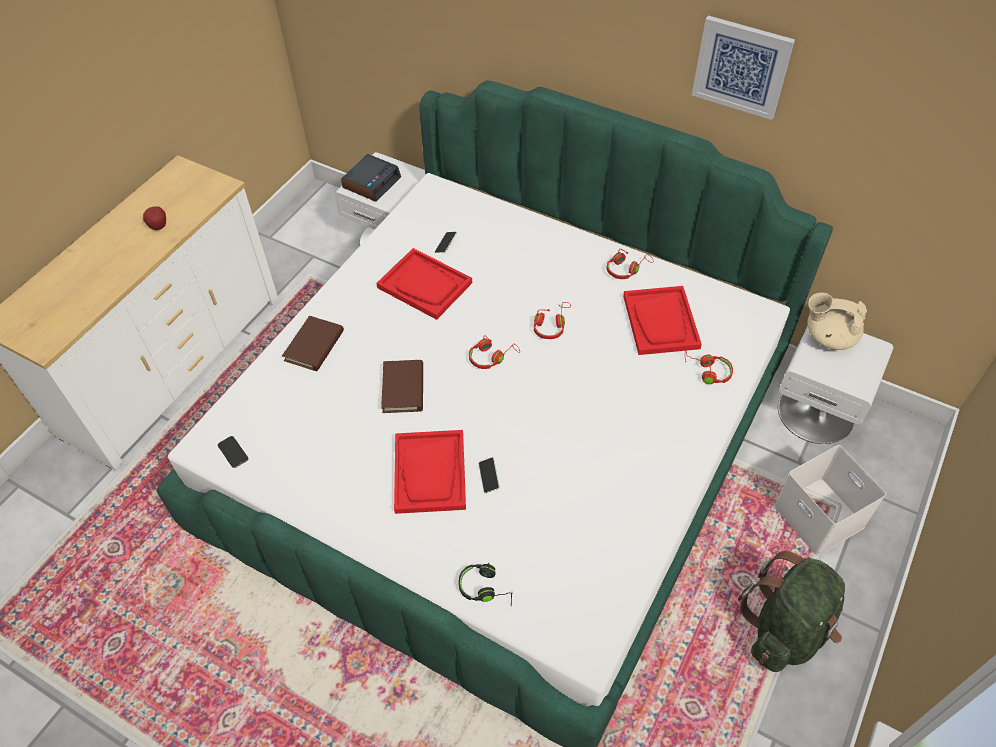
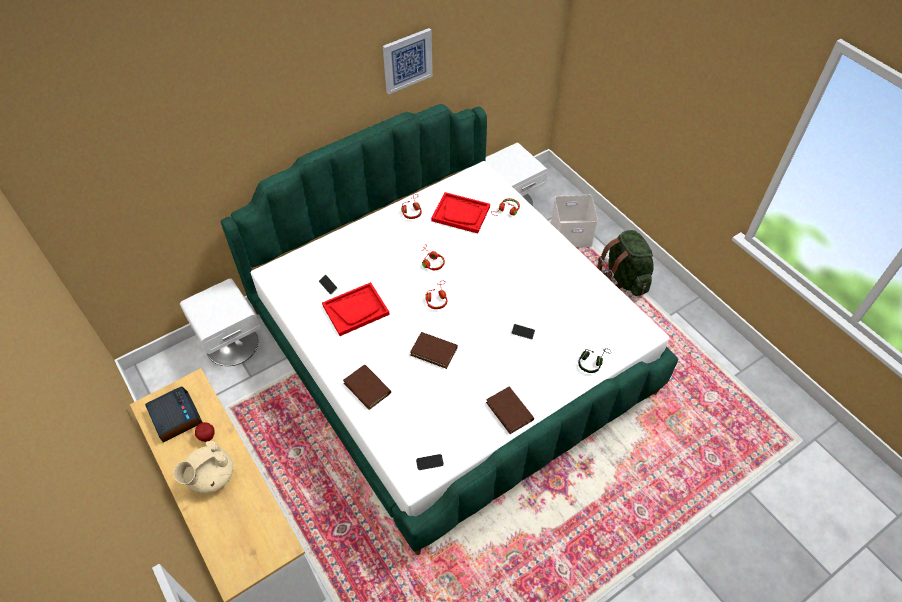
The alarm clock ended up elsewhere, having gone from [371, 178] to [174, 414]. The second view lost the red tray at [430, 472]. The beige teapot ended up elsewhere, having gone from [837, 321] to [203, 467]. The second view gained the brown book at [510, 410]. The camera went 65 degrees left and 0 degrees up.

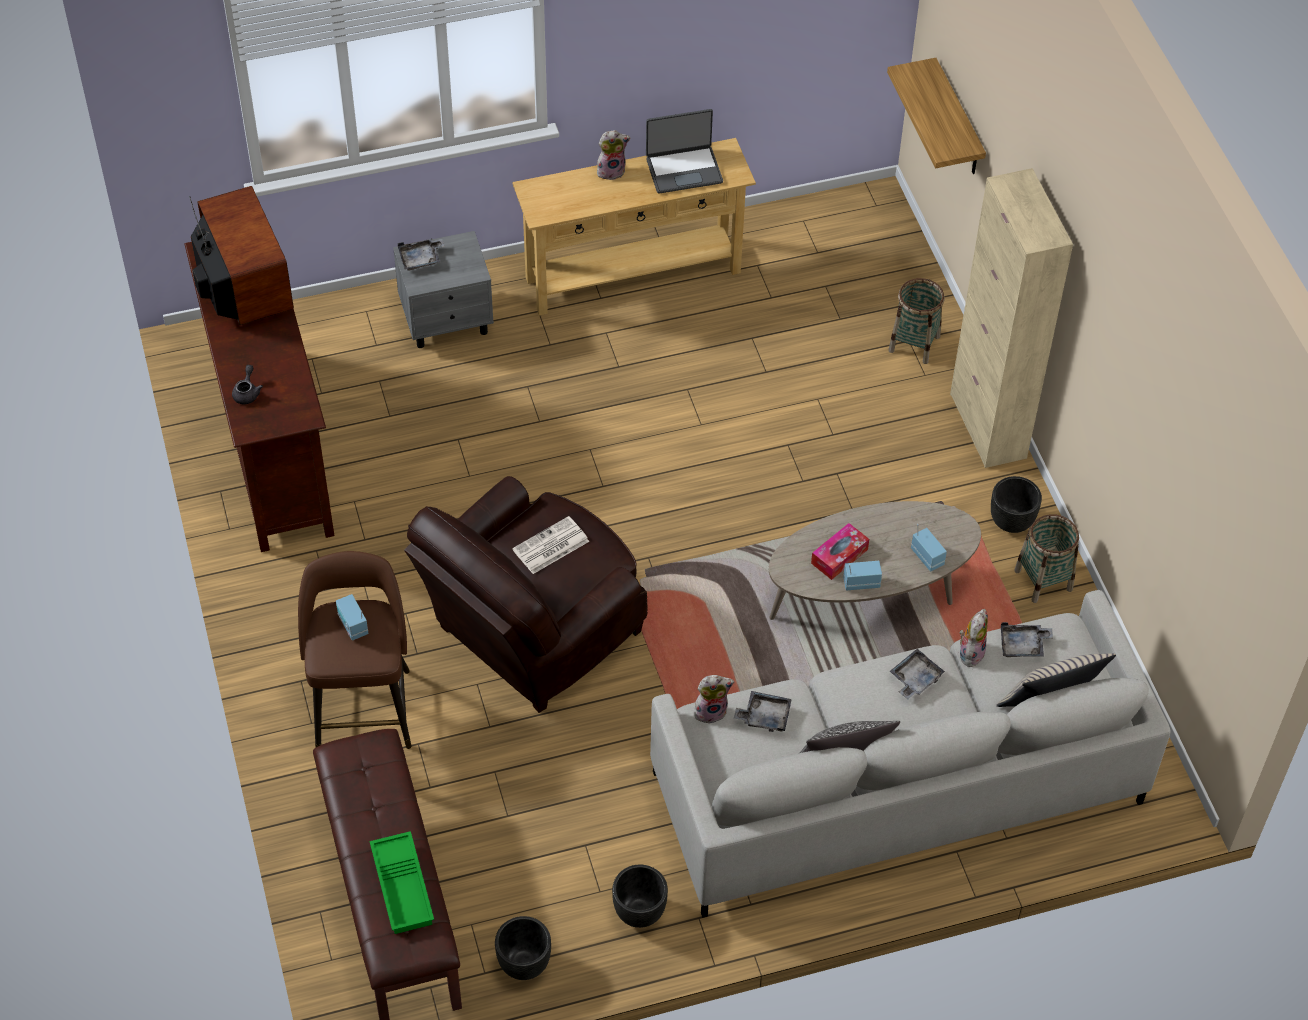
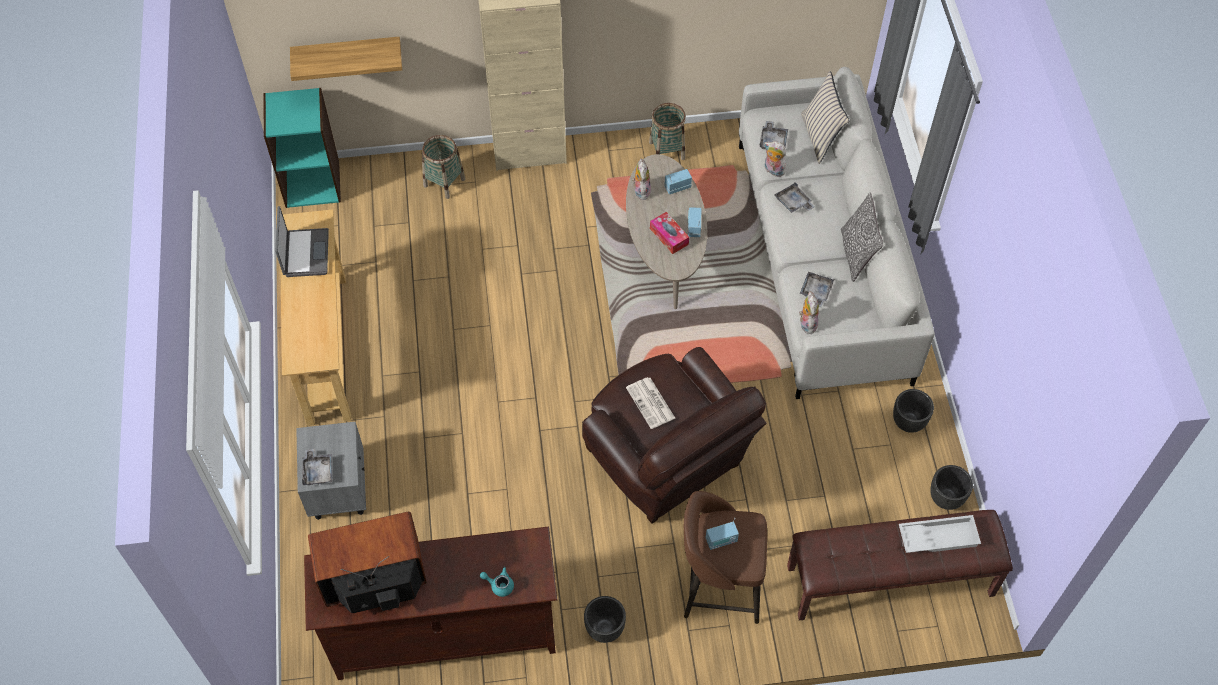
What was the grey teapot at [247, 384] turned into the turquoise teapot at [497, 582]. What was the green tray at [402, 882] turned into the white tray at [940, 534]. The plush toy ended up elsewhere, having gone from [613, 155] to [641, 179]. The black planter ended up elsewhere, having gone from [1016, 504] to [605, 619]. The second view gained the turquoise bookcase at [302, 148]. The camera went 80 degrees left and 5 degrees up.

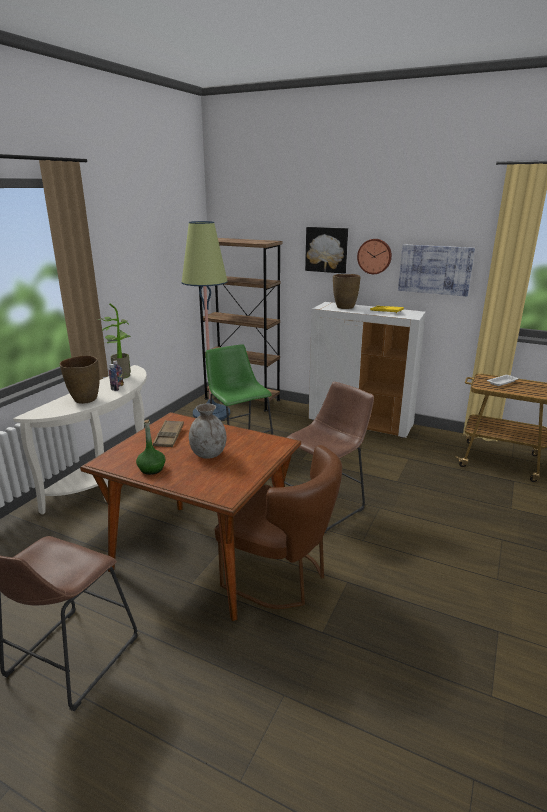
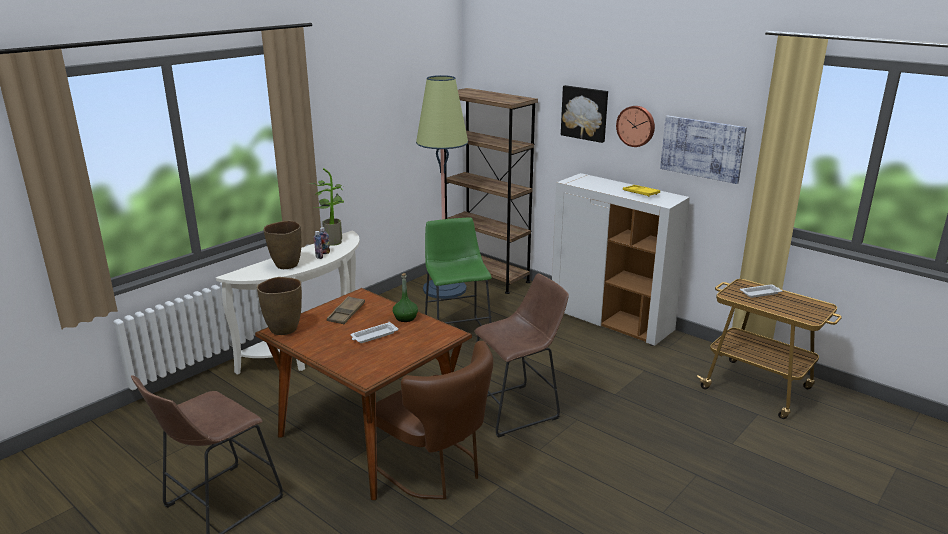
The green bottle ended up elsewhere, having gone from [151, 447] to [405, 297]. Where the grey vase stood at [208, 431], the white tray came to stand at [374, 332]. The brown vase ended up elsewhere, having gone from [347, 291] to [279, 306]. The camera went 15 degrees right and 0 degrees up.

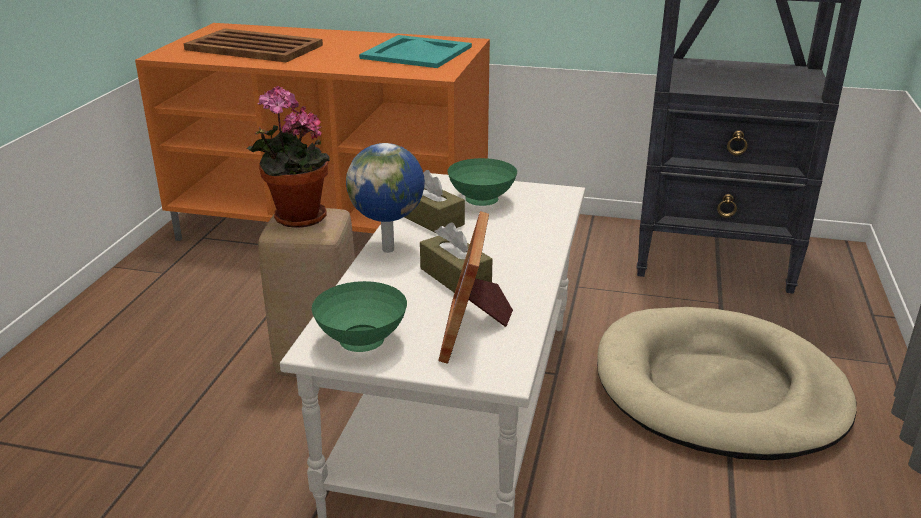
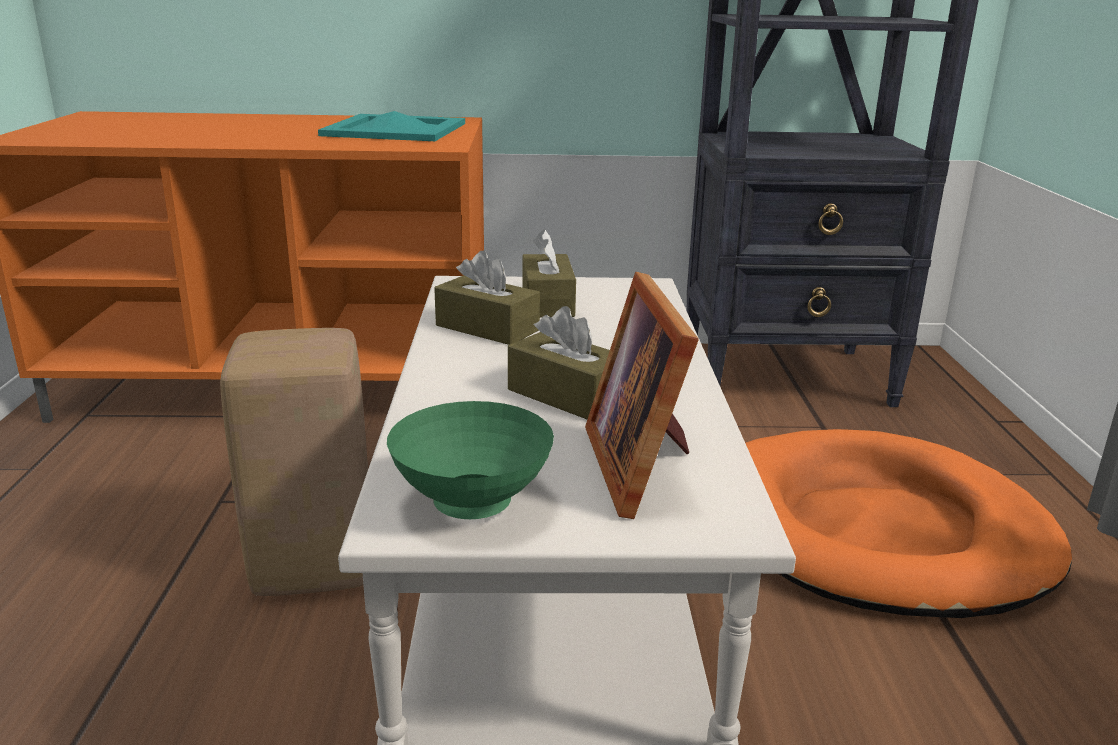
The second view lost the brown tray at [253, 45]. The second view lost the potted plant at [288, 157]. The second view lost the globe at [385, 198]. Where the green bowl stood at [482, 182], the brown tissue box came to stand at [549, 273]. What was the beige dog bed at [726, 383] turned into the orange dog bed at [908, 523]. The camera went 15 degrees left and 5 degrees down.

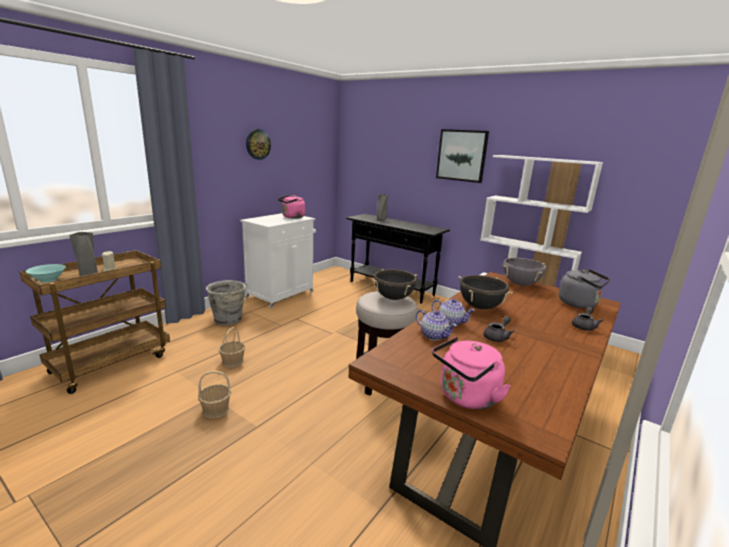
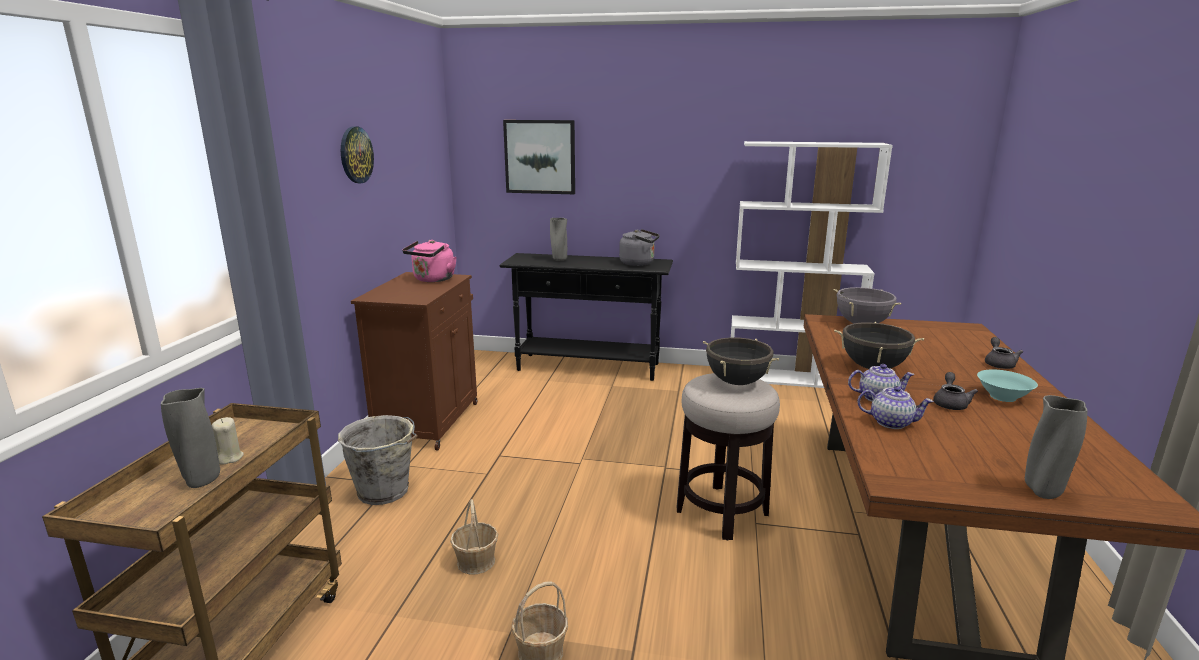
The turquoise bowl ended up elsewhere, having gone from [46, 273] to [1007, 385]. What was the white cabinet at [278, 261] turned into the brown cabinet at [414, 361]. Where the pink kettle stood at [471, 373], the grey vase came to stand at [1056, 447]. The picture ended up elsewhere, having gone from [462, 156] to [539, 157]. The grey kettle ended up elsewhere, having gone from [584, 289] to [639, 247]. The camera went 25 degrees left and 0 degrees up.

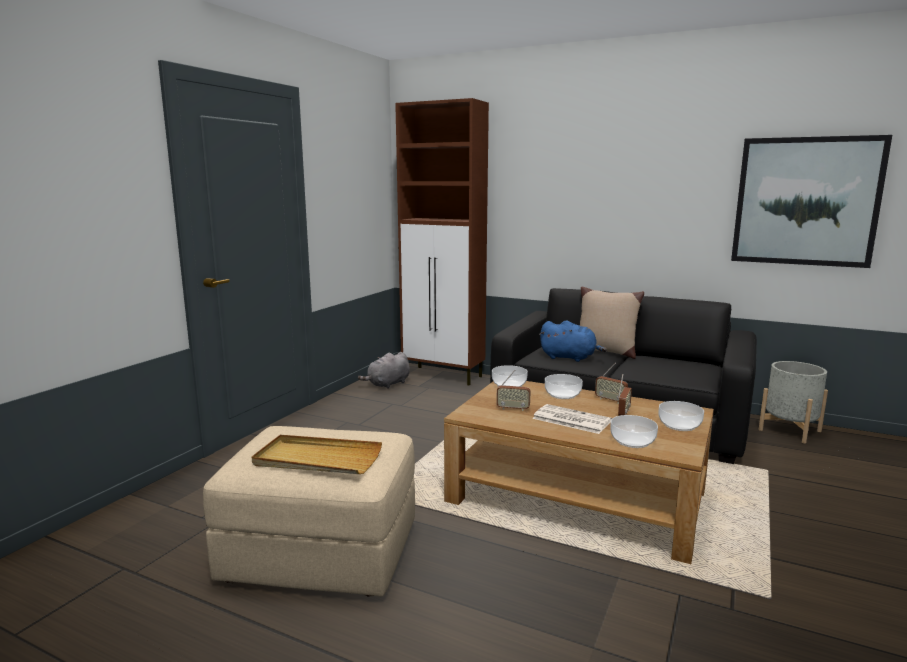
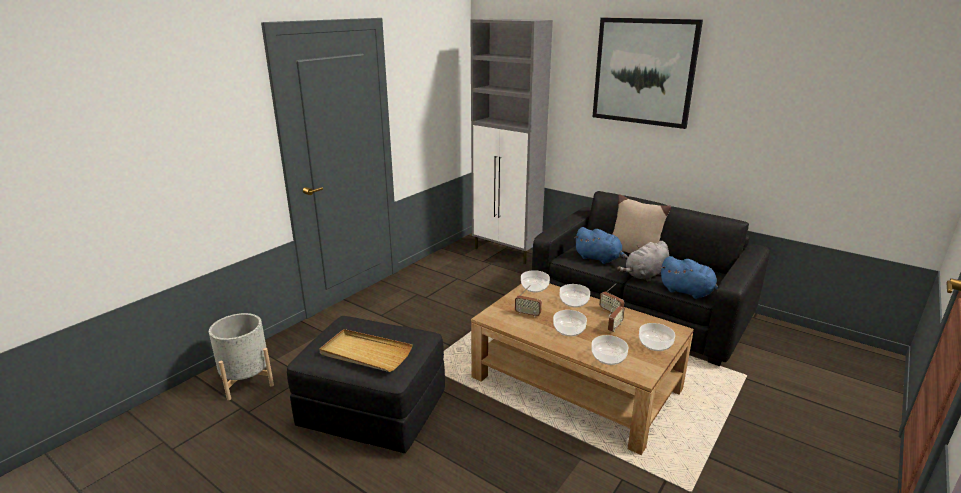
What was the beige ottoman at [309, 511] turned into the black ottoman at [366, 384]. The grey plush toy ended up elsewhere, having gone from [384, 370] to [643, 261]. What was the brown cabinet at [442, 242] turned into the grey cabinet at [511, 141]. Where the newspaper stood at [572, 419], the bowl came to stand at [570, 323]. The picture ended up elsewhere, having gone from [811, 201] to [648, 73]. The grey planter ended up elsewhere, having gone from [793, 402] to [241, 356]. The second view gained the blue plush toy at [689, 277]. The camera went 10 degrees right and 10 degrees up.

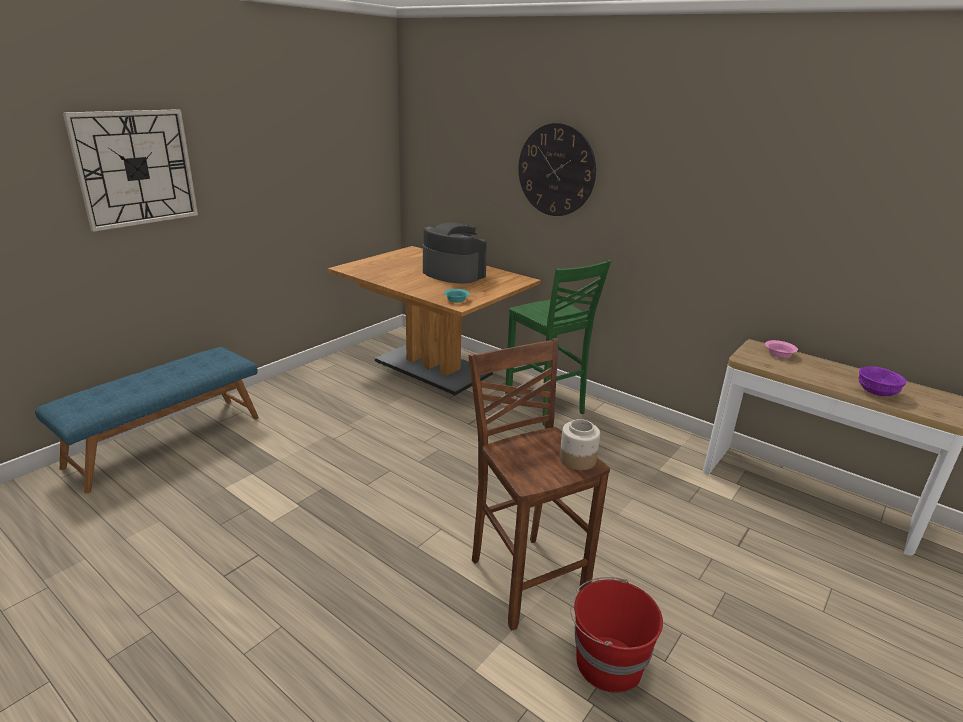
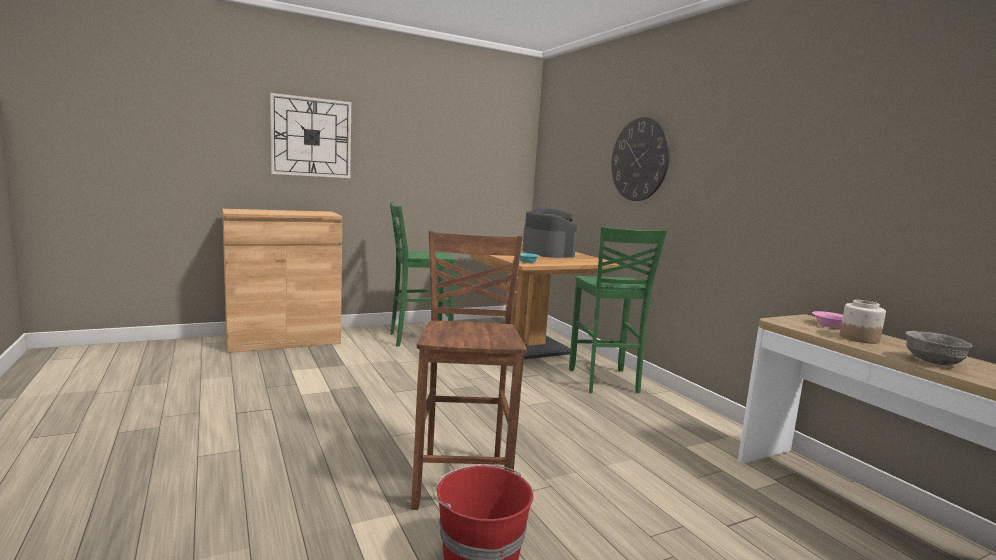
Where the blue bench stood at [147, 420], the brown cabinet came to stand at [282, 281]. The jar ended up elsewhere, having gone from [579, 444] to [863, 322]. What was the purple bowl at [883, 381] turned into the grey bowl at [939, 348]. The second view gained the green stool at [423, 274]. The camera went 25 degrees right and 15 degrees down.

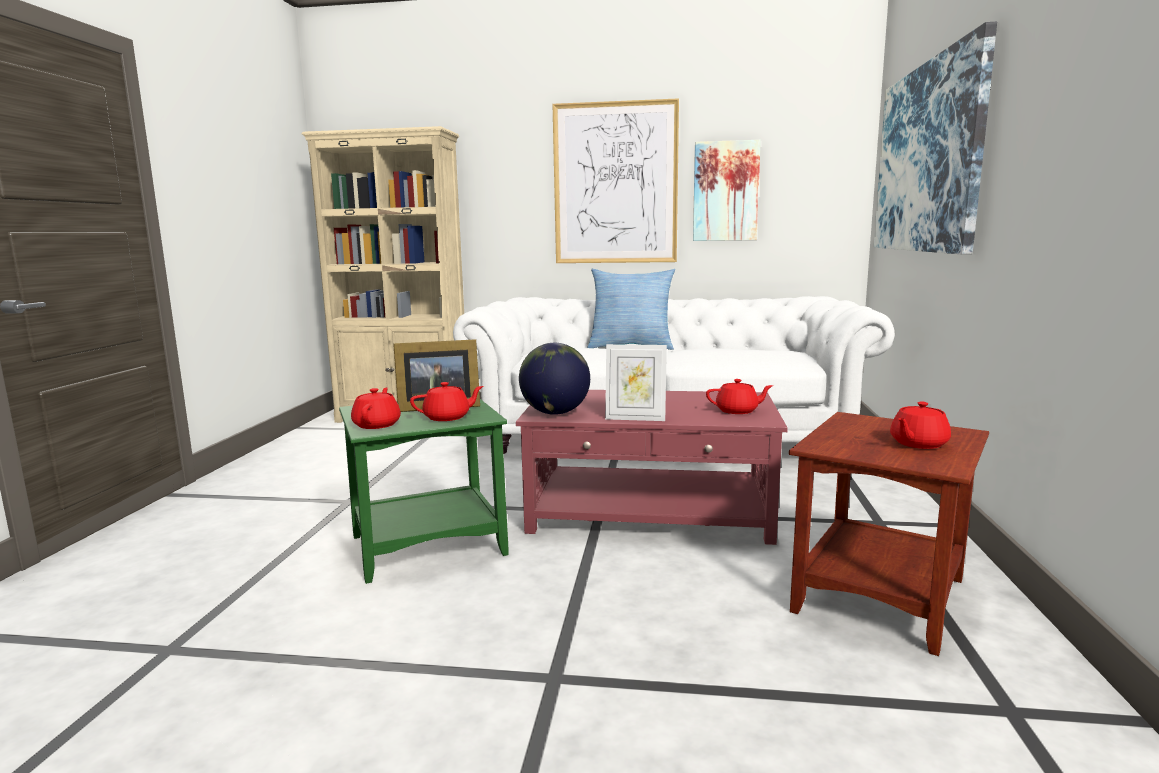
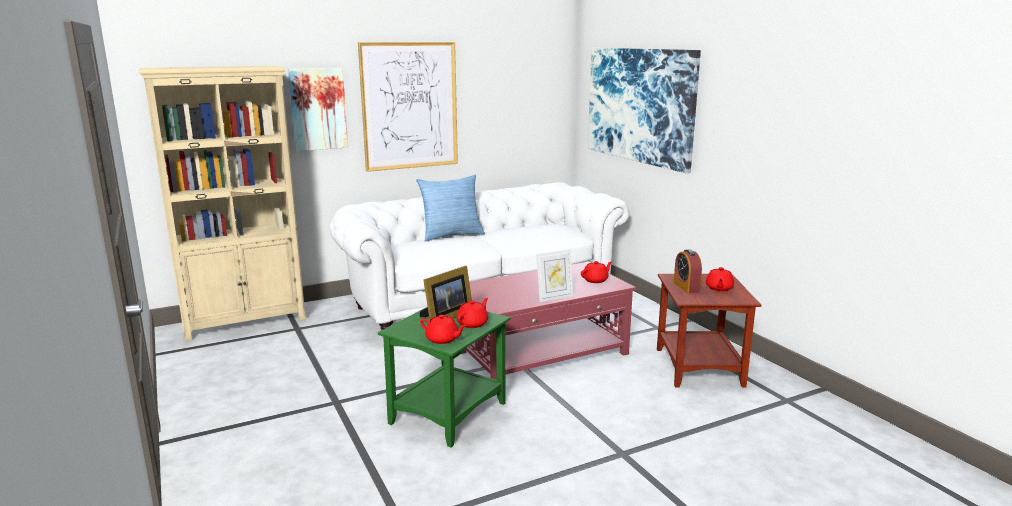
The red teapot at [376, 408] ended up facing another way, 150 degrees clockwise from before. The second view lost the globe at [554, 379]. The picture ended up elsewhere, having gone from [727, 190] to [318, 109]. The second view gained the alarm clock at [688, 271]. The camera went 35 degrees left and 5 degrees up.

